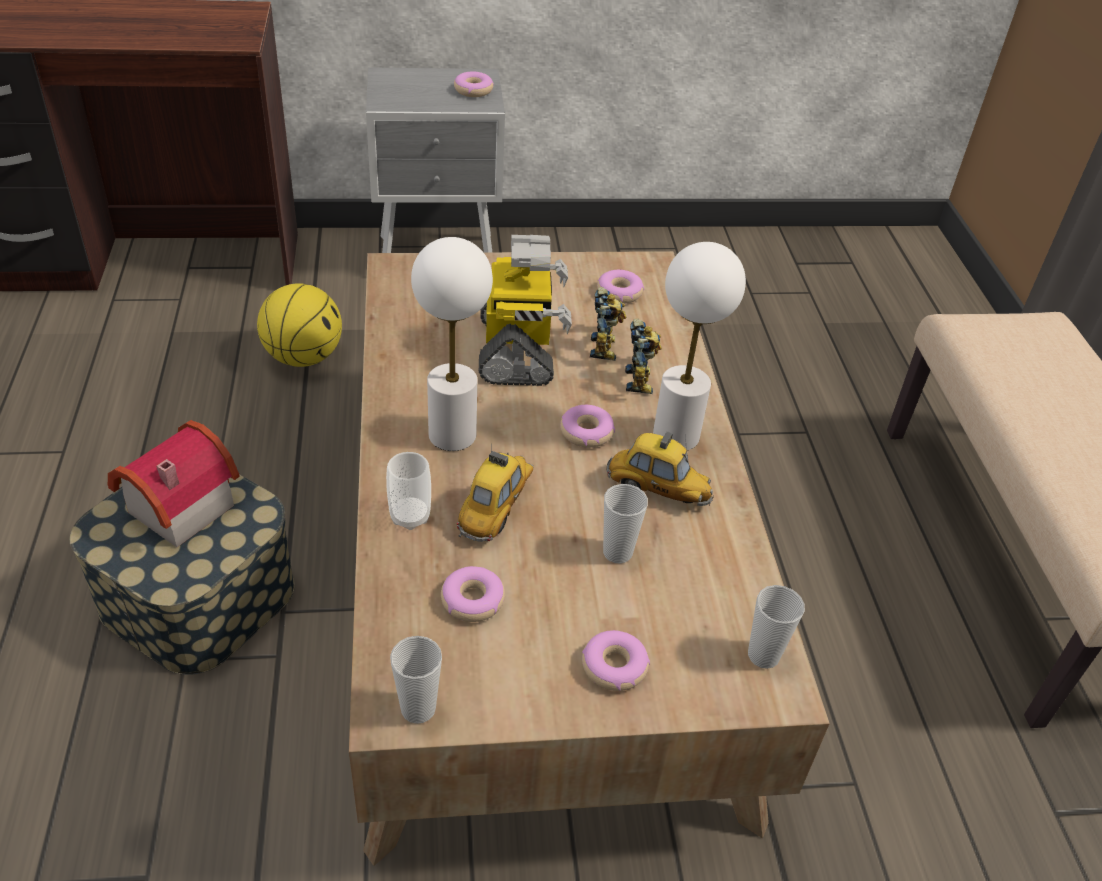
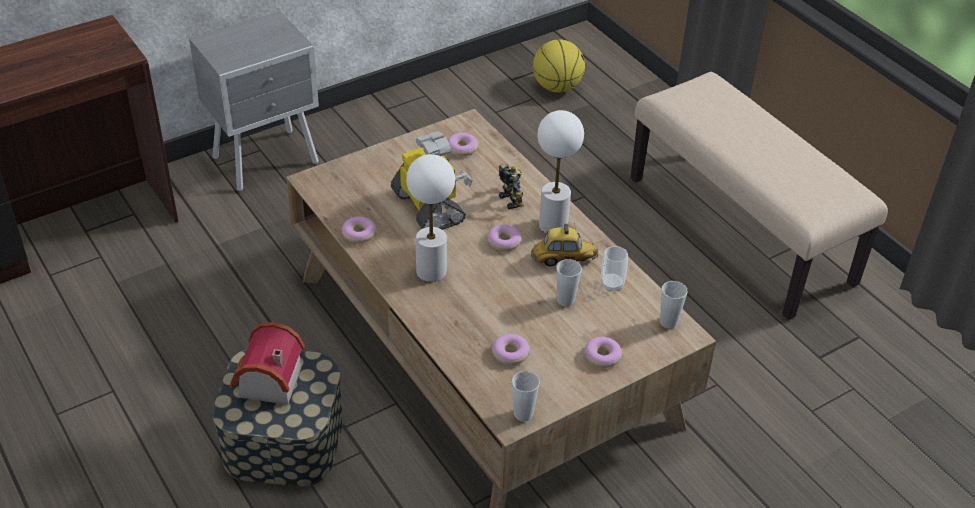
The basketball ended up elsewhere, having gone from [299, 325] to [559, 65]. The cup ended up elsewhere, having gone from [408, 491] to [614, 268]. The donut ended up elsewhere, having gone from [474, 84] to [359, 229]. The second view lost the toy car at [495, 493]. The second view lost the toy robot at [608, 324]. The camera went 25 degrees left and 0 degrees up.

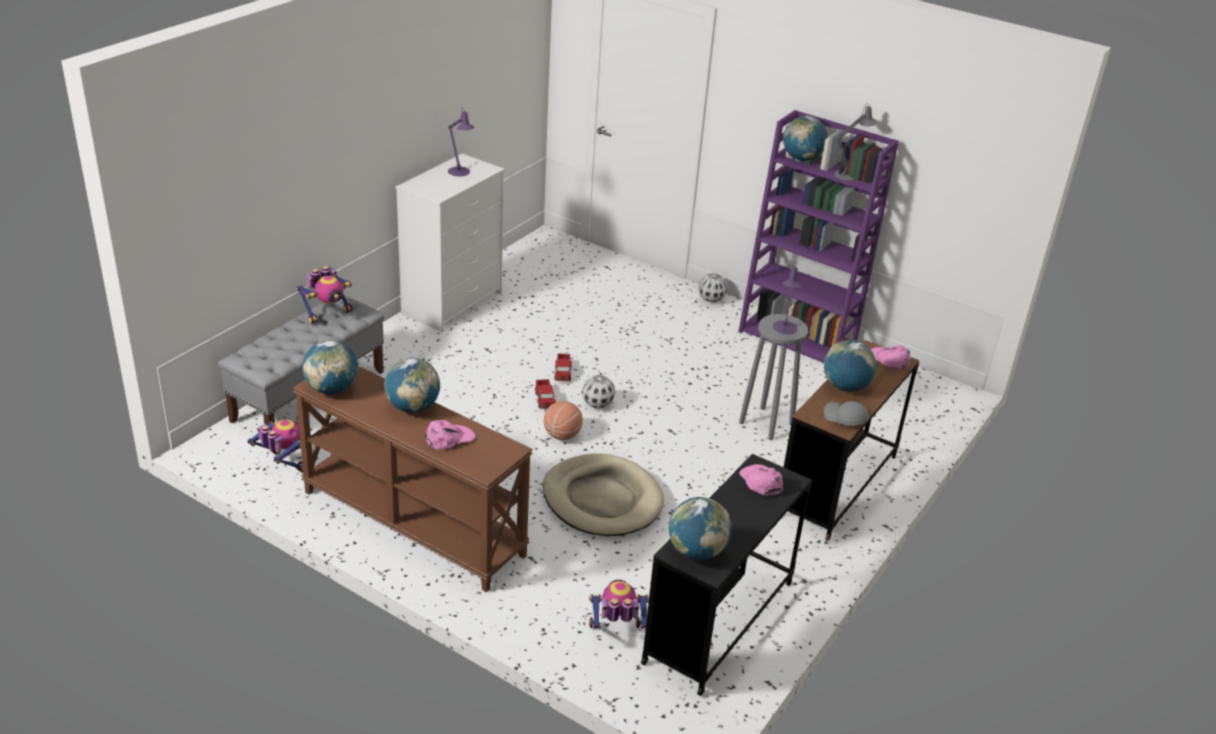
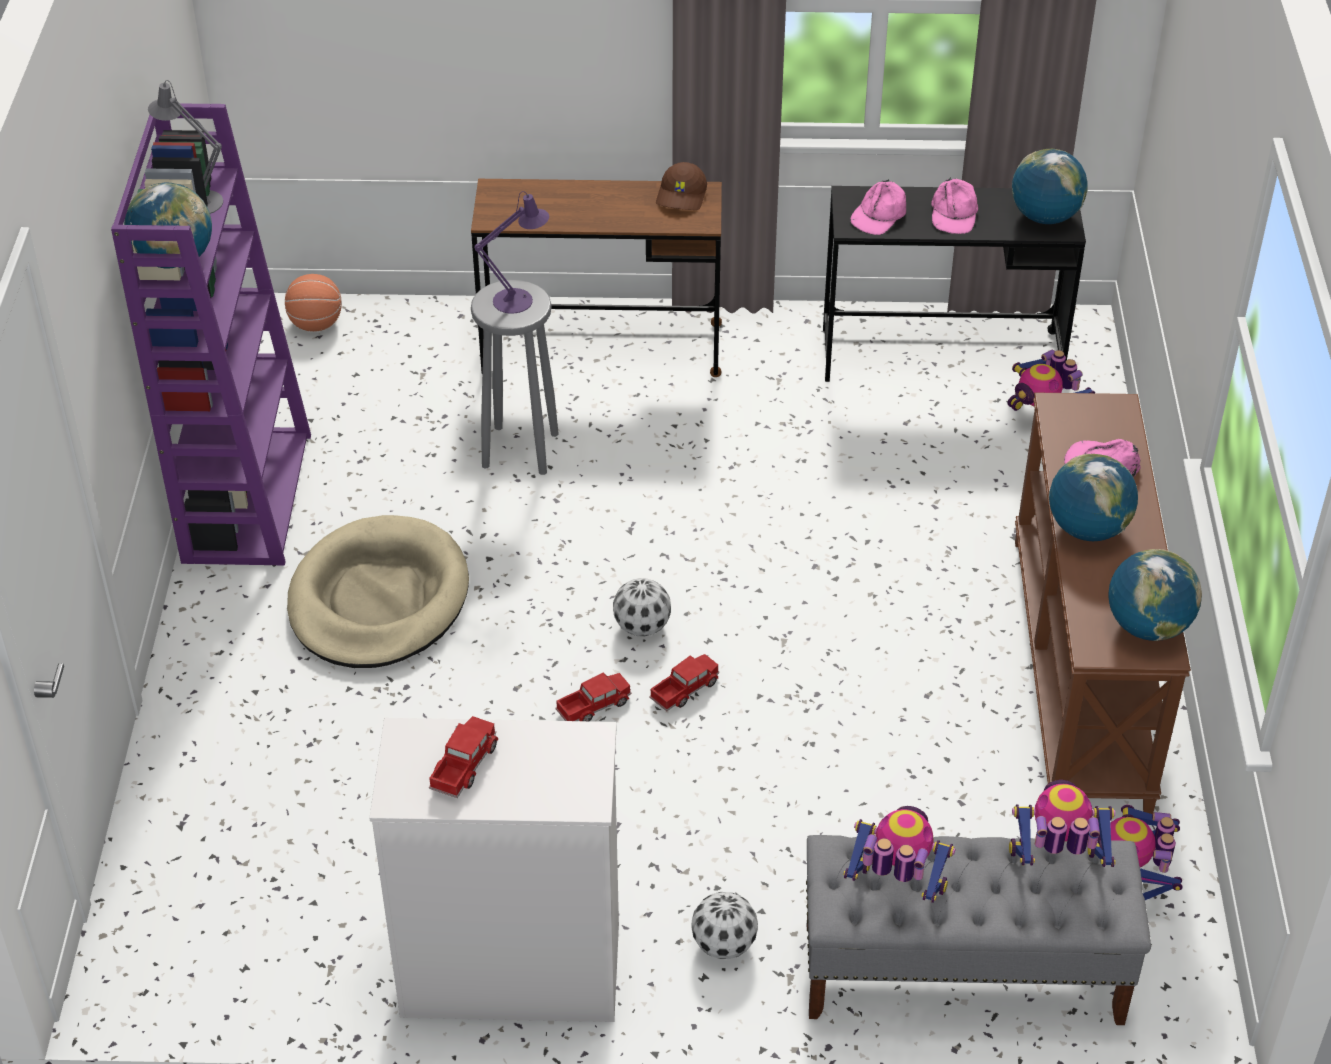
Where the purple table lamp stood at [461, 142], the toy truck came to stand at [463, 757]. The beige dog bed ended up elsewhere, having gone from [603, 494] to [378, 591]. The basketball ended up elsewhere, having gone from [563, 420] to [313, 303]. The football ended up elsewhere, having gone from [713, 288] to [725, 925]. The second view lost the globe at [850, 366]. What was the grey cap at [846, 413] turned into the brown cap at [681, 186]. The pink cap ended up elsewhere, having gone from [891, 357] to [954, 205]. The second view gained the toy robot at [1062, 823]. The camera went 120 degrees left and 10 degrees up.

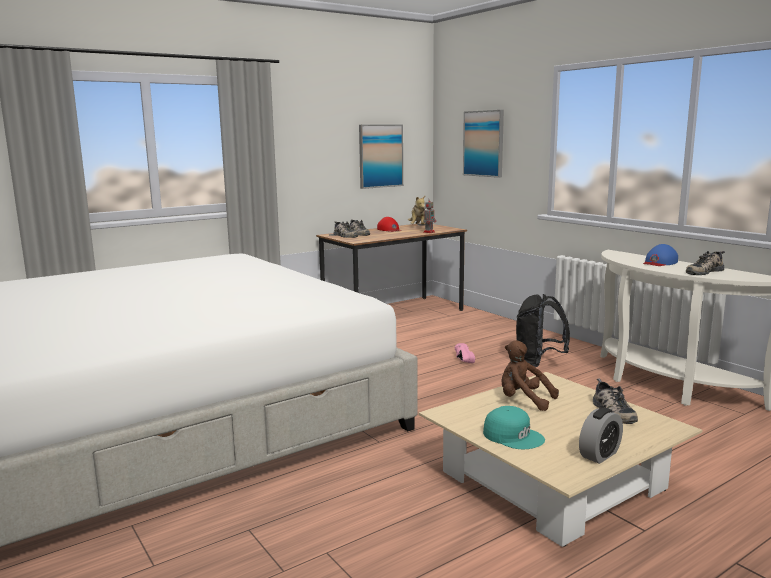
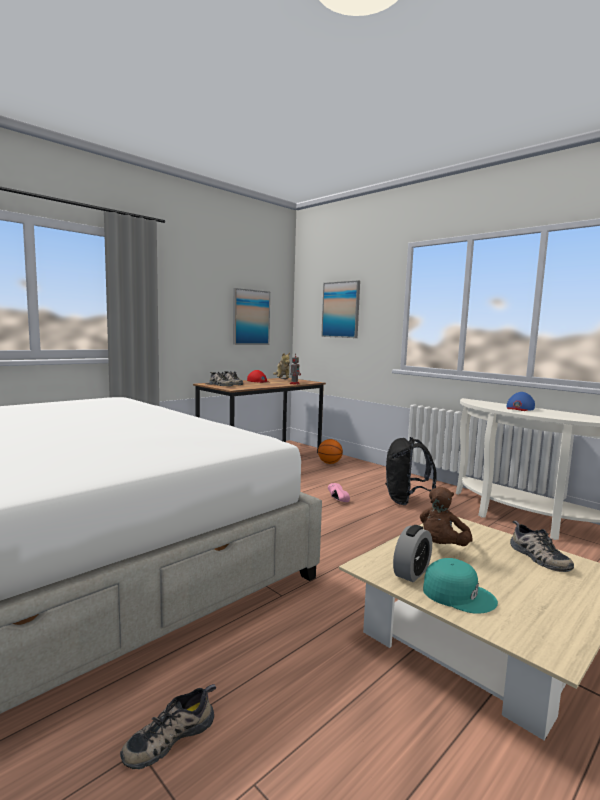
The brown plush toy at [530, 375] ended up facing another way, 75 degrees counterclockwise from before. The alarm clock ended up elsewhere, having gone from [601, 436] to [412, 553]. The shoe ended up elsewhere, having gone from [705, 263] to [168, 726]. The second view gained the basketball at [330, 451]. The camera went 10 degrees left and 5 degrees down.

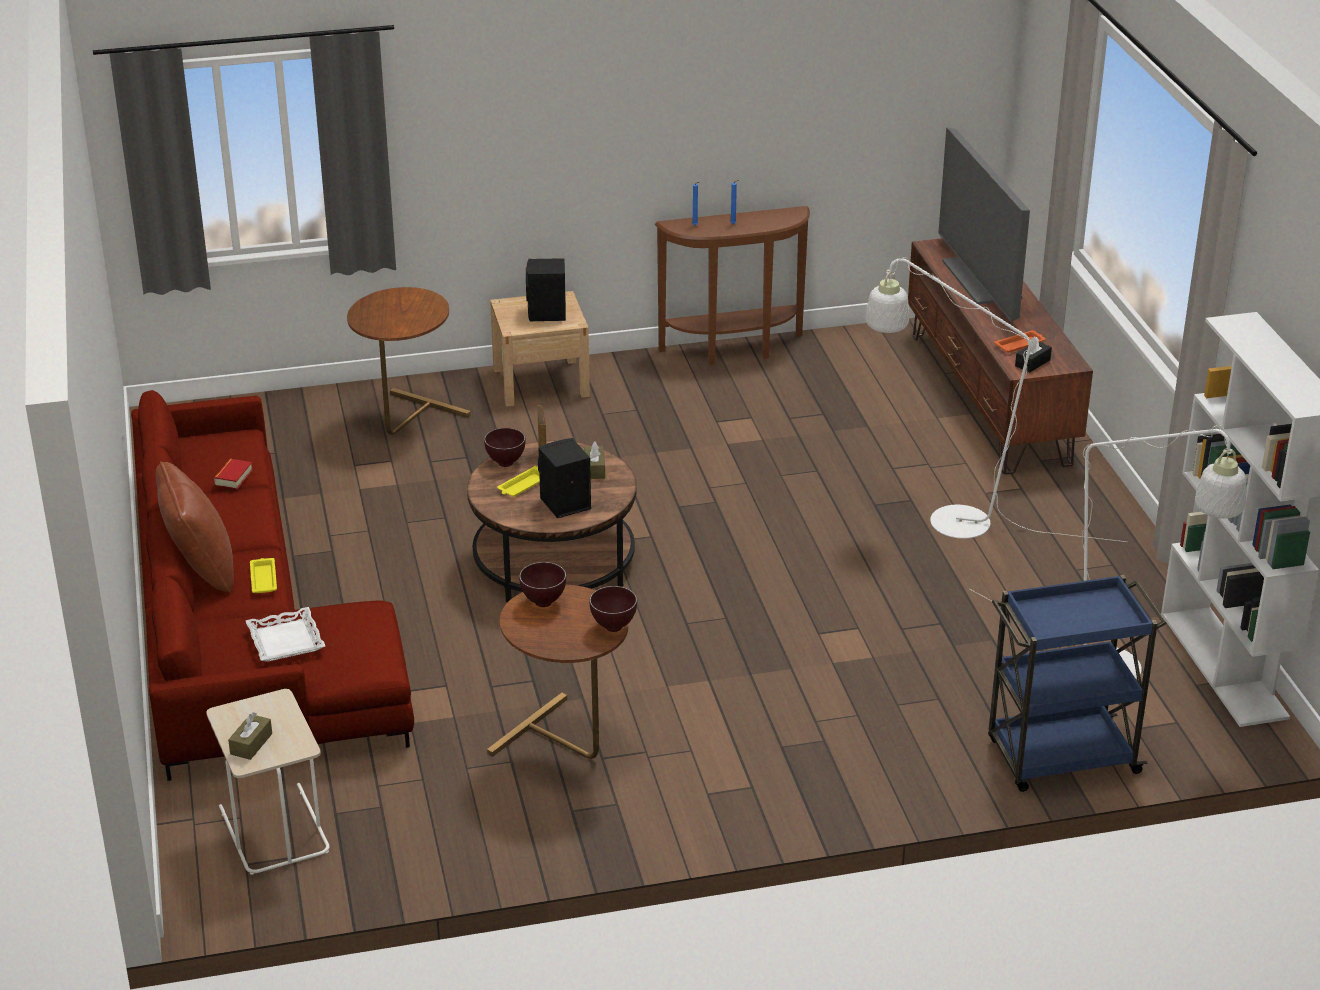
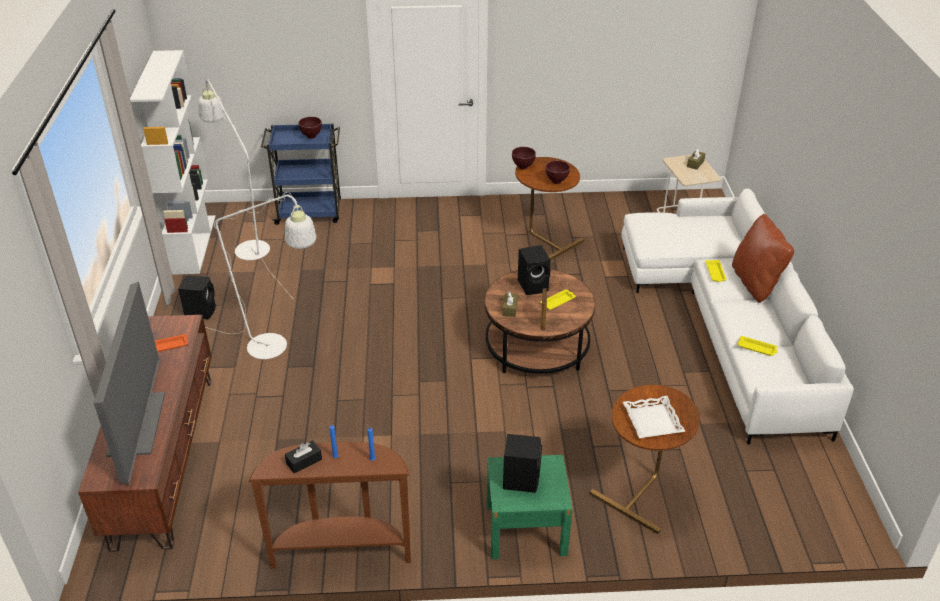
What was the red sofa at [272, 585] turned into the white sofa at [737, 316]. Where the book stood at [233, 474], the yellow tray came to stand at [757, 346]. The white tray ended up elsewhere, having gone from [285, 634] to [654, 417]. The brown bowl ended up elsewhere, having gone from [504, 447] to [310, 128]. What was the beige nightstand at [540, 349] turned into the green nightstand at [529, 507]. The black tissue box ended up elsewhere, having gone from [1033, 354] to [303, 456]. The second view gained the black speaker at [197, 297]. The camera went 170 degrees left and 5 degrees up.

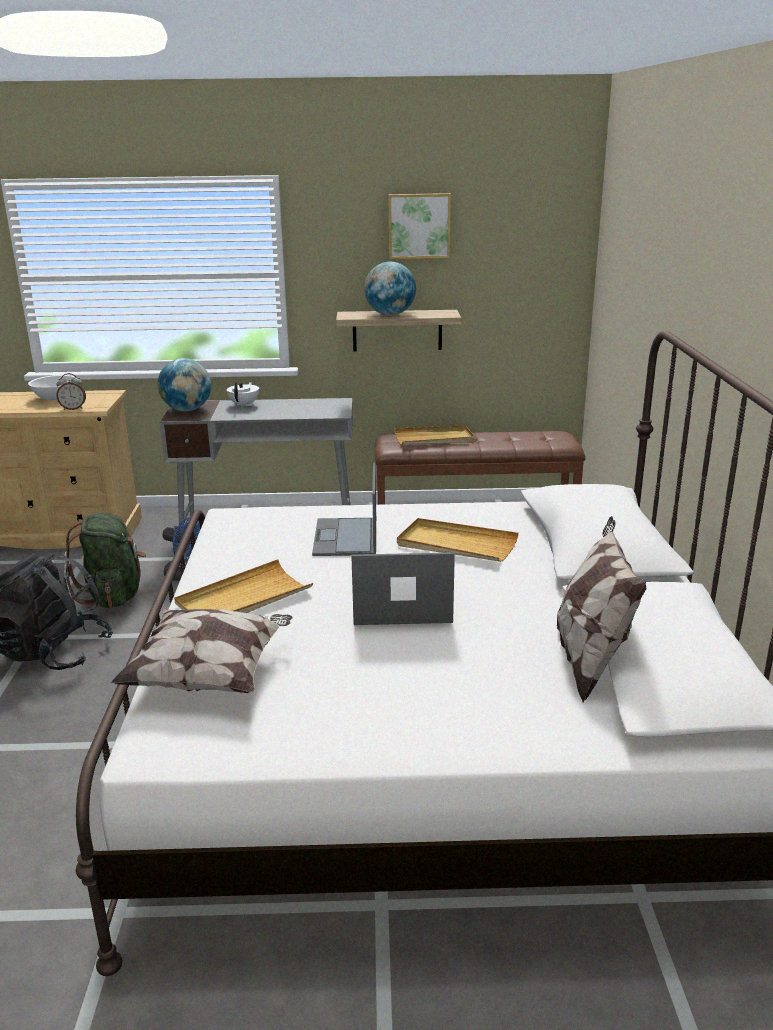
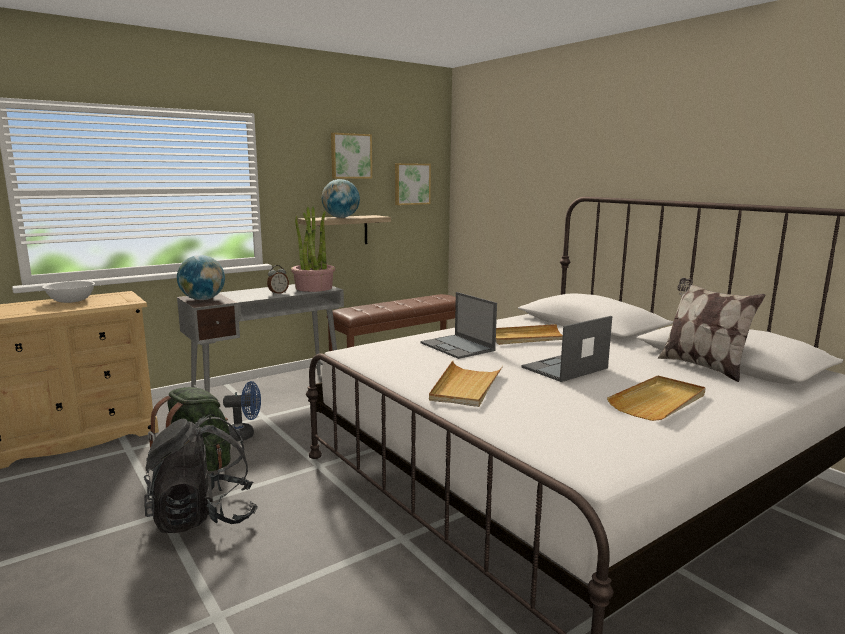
The alarm clock ended up elsewhere, having gone from [71, 391] to [278, 280]. The second view lost the pillow at [202, 651]. The second view lost the white teapot at [243, 395]. The beige tray ended up elsewhere, having gone from [434, 435] to [656, 398]. The second view gained the potted plant at [313, 249]. The second view gained the picture at [413, 184]. The camera went 35 degrees left and 10 degrees down.

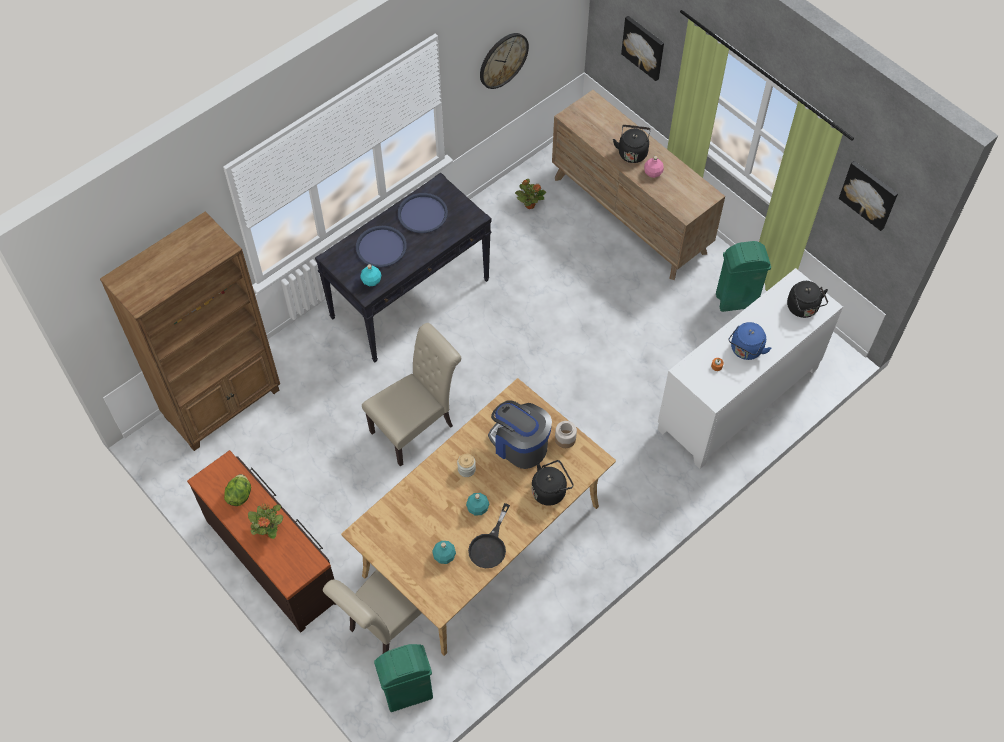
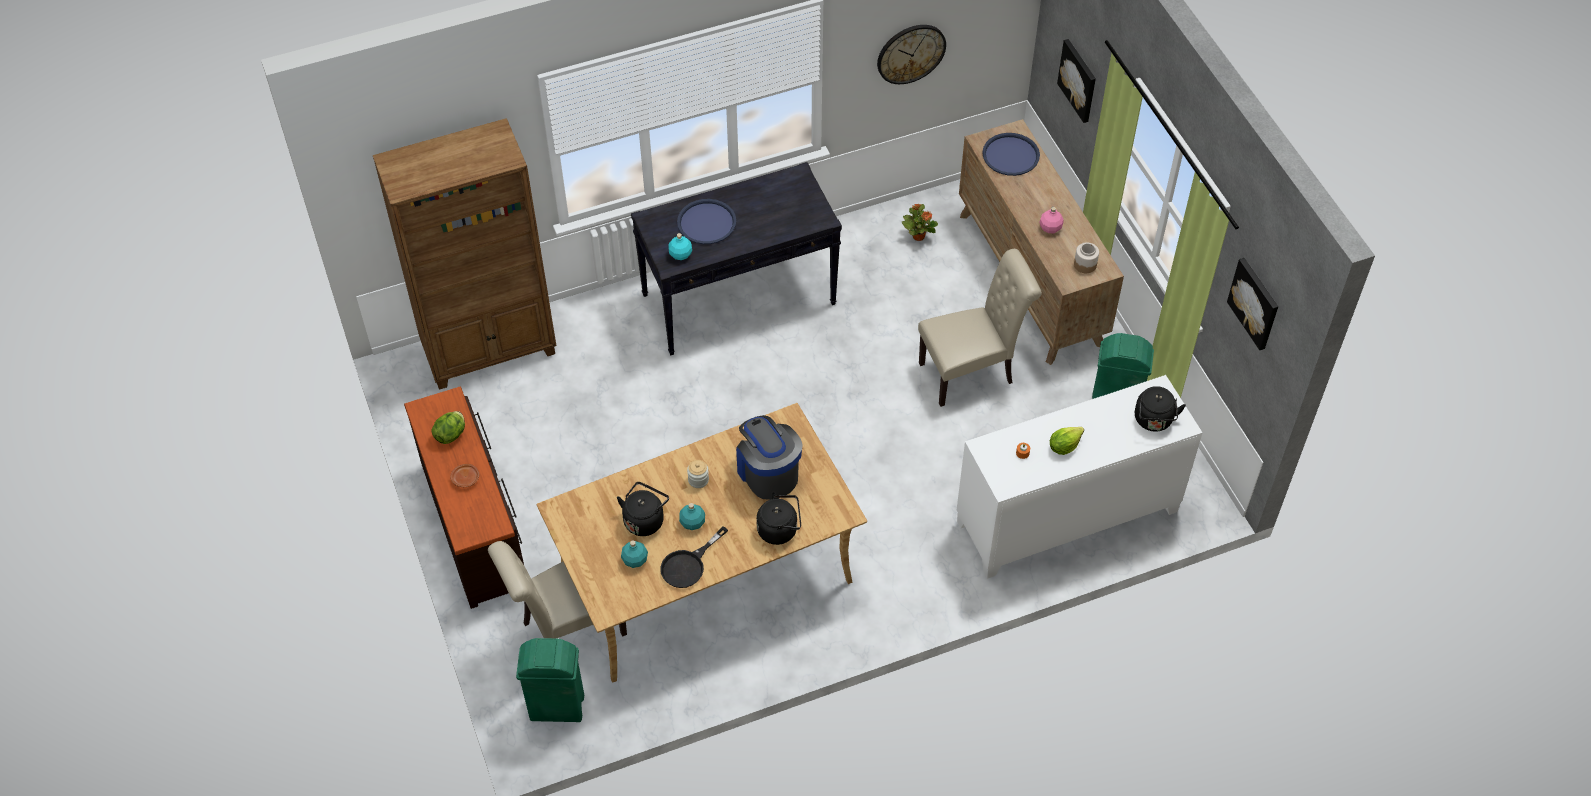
Where the potted plant stood at [265, 521], the brown plate came to stand at [464, 475]. The beige chair ended up elsewhere, having gone from [411, 395] to [980, 328]. The blue tray ended up elsewhere, having gone from [423, 213] to [1011, 154]. The jar ended up elsewhere, having gone from [566, 434] to [1086, 257]. The black kettle ended up elsewhere, having gone from [632, 144] to [643, 509]. Where the blue kettle stood at [750, 341], the lettuce came to stand at [1067, 441]. The camera went 20 degrees right and 5 degrees down.

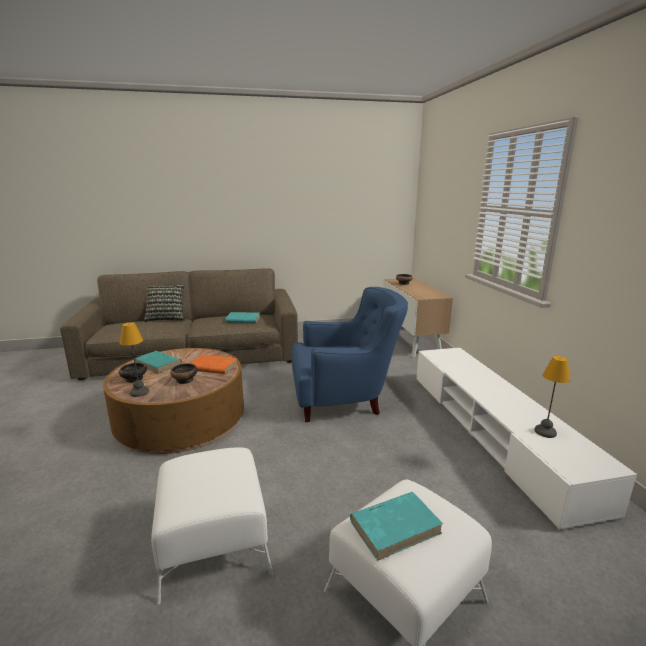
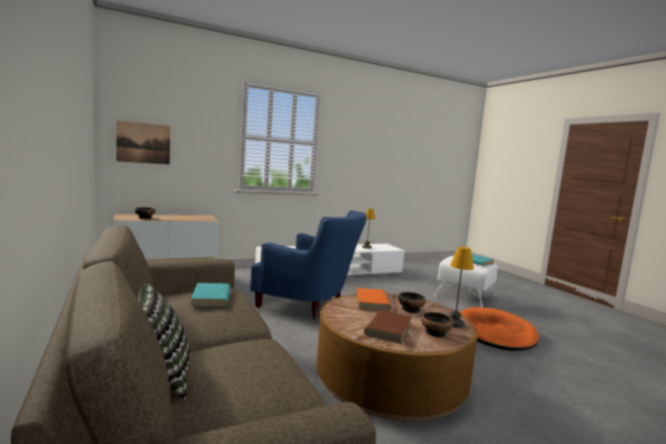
What was the turquoise book at [158, 362] turned into the brown book at [388, 326]. Where the white ottoman stood at [212, 526], the orange dog bed came to stand at [499, 329]. The blue armchair at [350, 354] ended up facing another way, 135 degrees clockwise from before. The second view gained the picture at [143, 143]. The camera went 105 degrees left and 10 degrees down.

